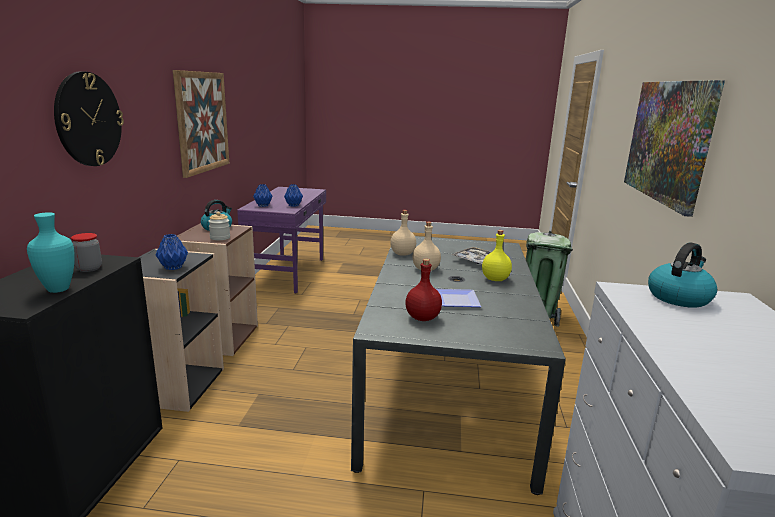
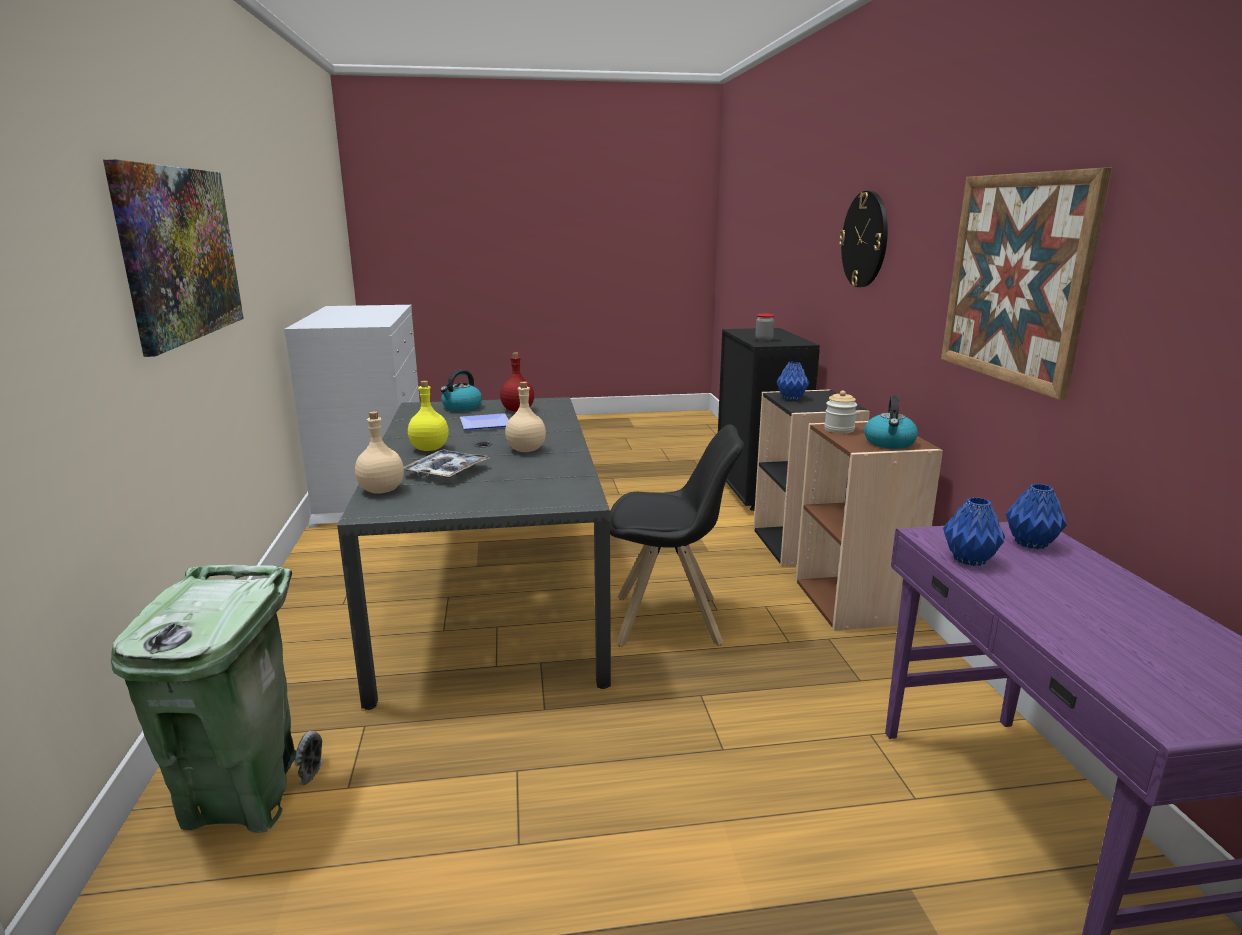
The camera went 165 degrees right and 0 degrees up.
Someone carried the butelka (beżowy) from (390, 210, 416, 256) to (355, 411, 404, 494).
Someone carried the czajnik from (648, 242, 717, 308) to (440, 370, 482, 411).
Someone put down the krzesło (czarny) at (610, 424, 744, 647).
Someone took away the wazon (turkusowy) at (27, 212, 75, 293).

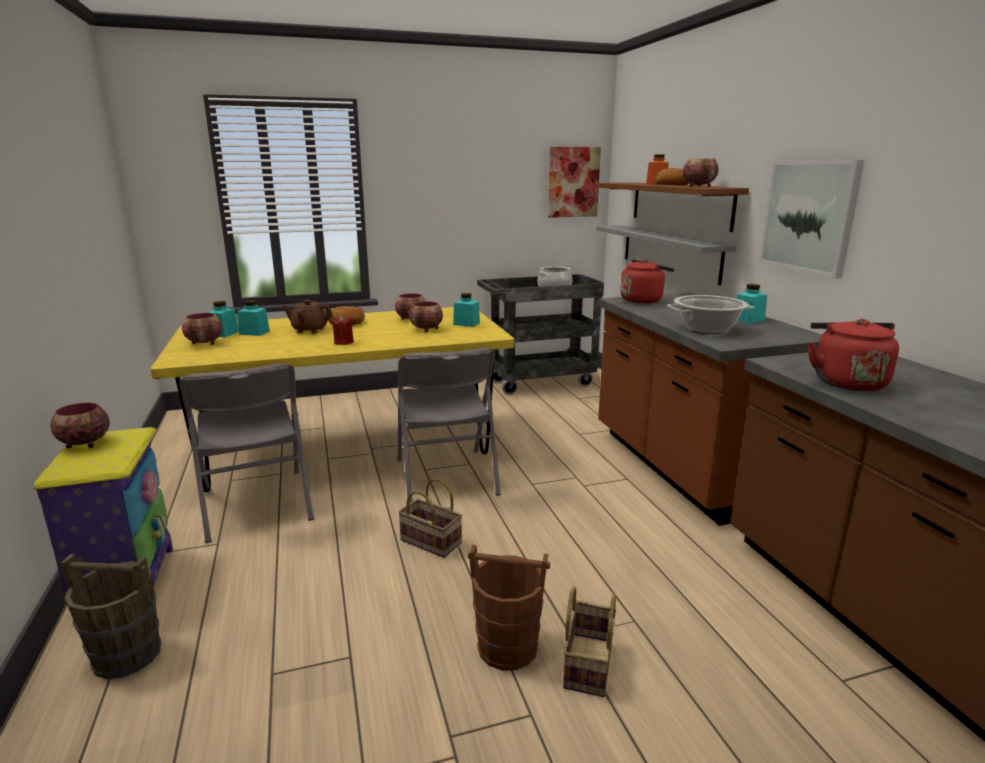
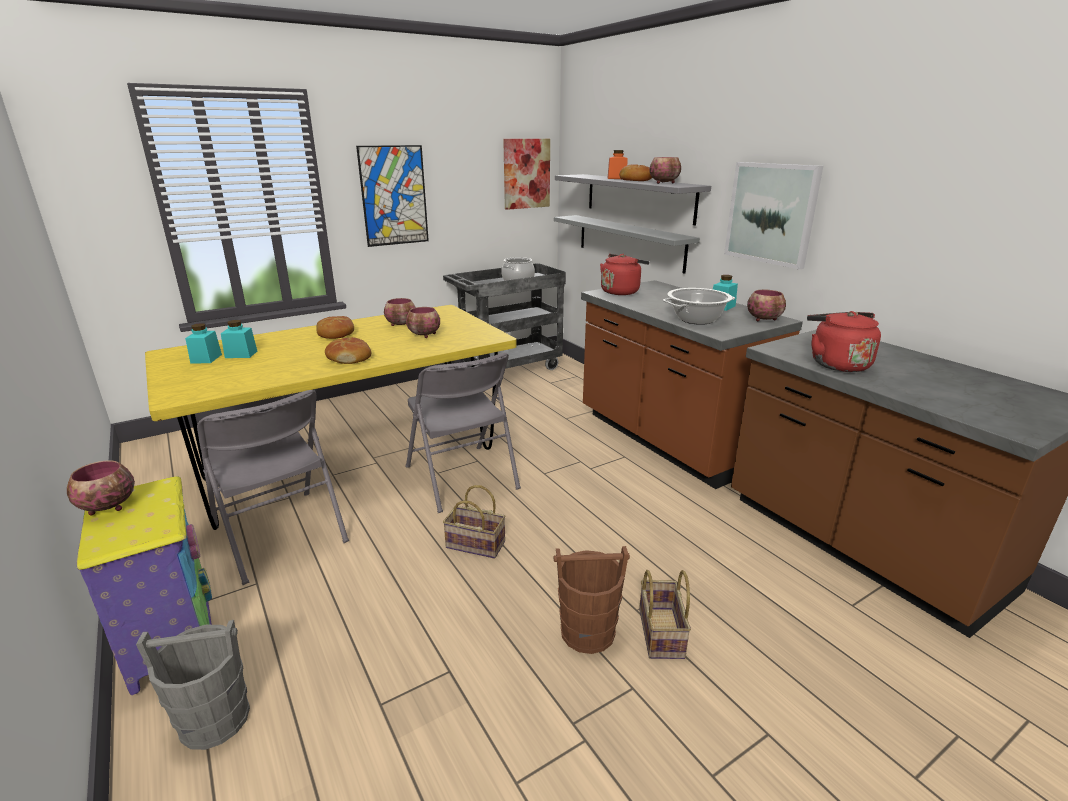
The camera went 15 degrees left and 5 degrees up.
Someone repainted the wiadro (brązowy) at (60, 554, 161, 679), which became the wiadro (szary) at (136, 620, 250, 750).
Someone swapped the świeca (czerwony) at (332, 315, 354, 345) for the chleb at (325, 337, 372, 364).
Someone put up the obraz at (356, 145, 429, 247).
Someone repainted the półka (brązowy) at (597, 182, 749, 232), which became the półka (szary) at (555, 174, 711, 225).
Someone carried the miska from (182, 313, 222, 345) to (747, 290, 786, 322).
Someone took away the imbryk (brązowy) at (282, 300, 333, 333).
Someone took away the słoik (turkusowy) at (453, 293, 480, 327).

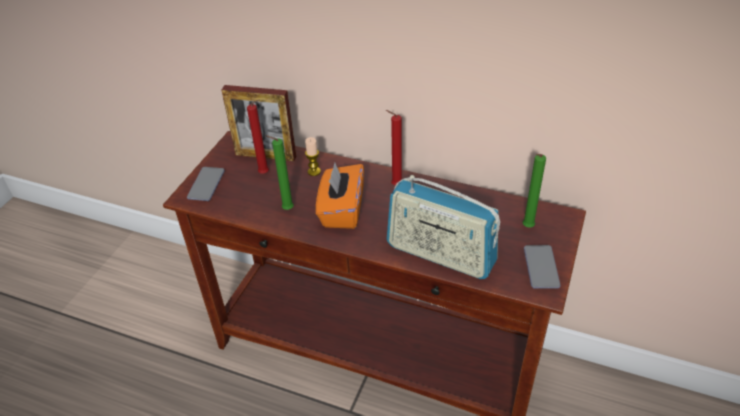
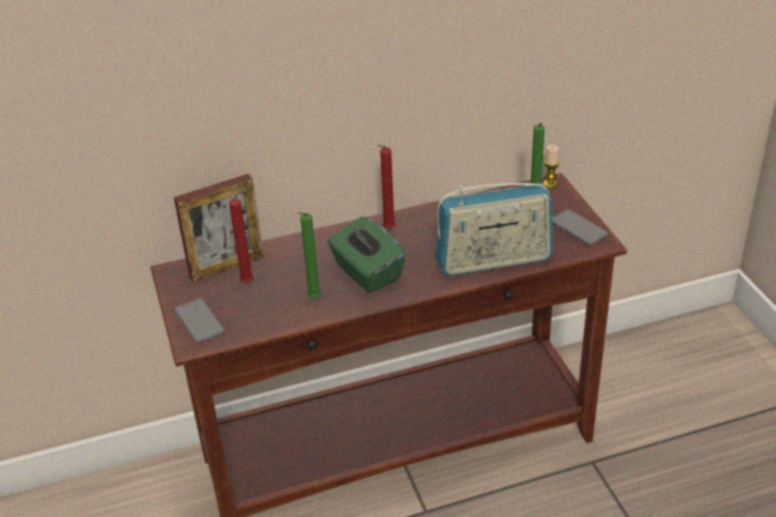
The camera went 40 degrees left and 5 degrees down.
Someone repainted the pudełko chusteczek (pomarańczowy) at (316, 163, 364, 229), which became the pudełko chusteczek (zielony) at (327, 216, 405, 293).
Someone carried the świeca from (305, 137, 321, 176) to (543, 144, 559, 188).

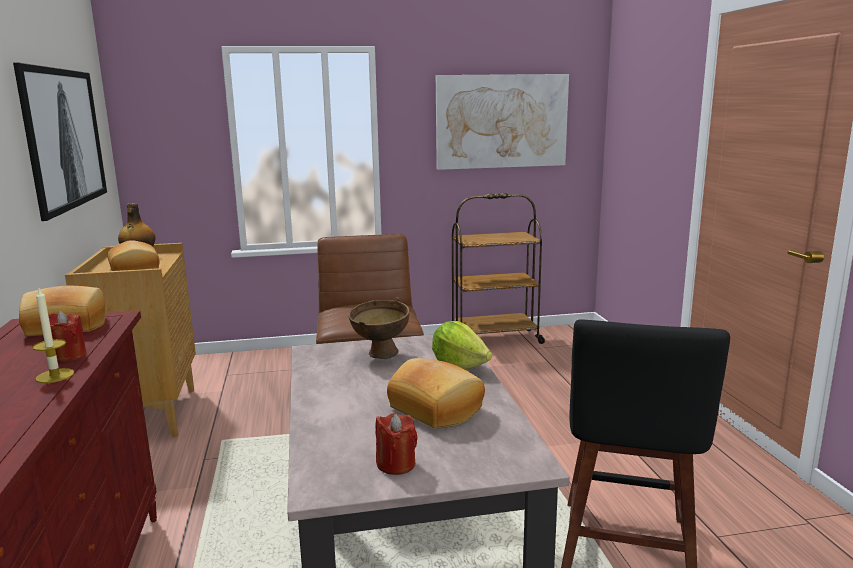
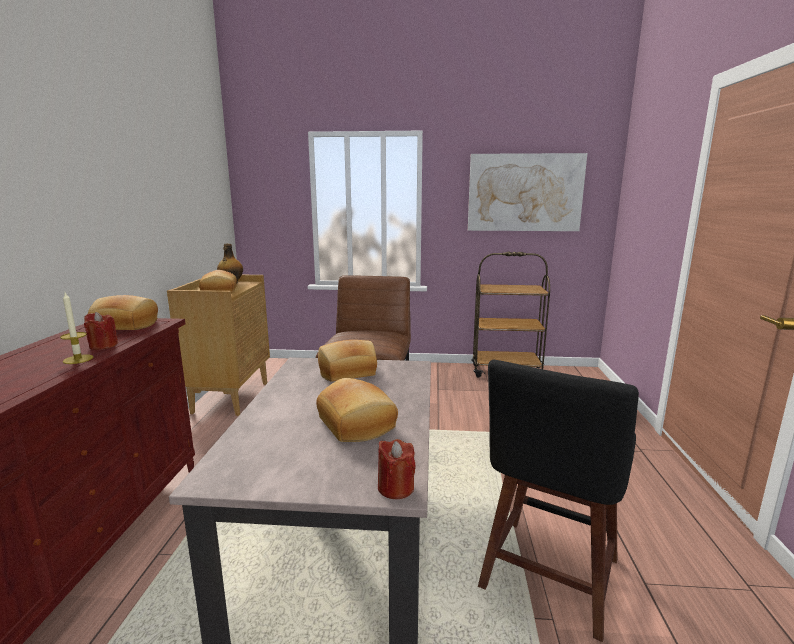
The camera went 15 degrees right and 0 degrees up.
Someone swapped the miska (brązowy) at (348, 297, 409, 359) for the chleb at (318, 340, 377, 382).
Someone carried the świeca (czerwony) from (375, 413, 418, 475) to (378, 439, 416, 499).
Someone took away the obraz at (13, 63, 107, 221).
Someone took away the sałata at (432, 321, 492, 370).

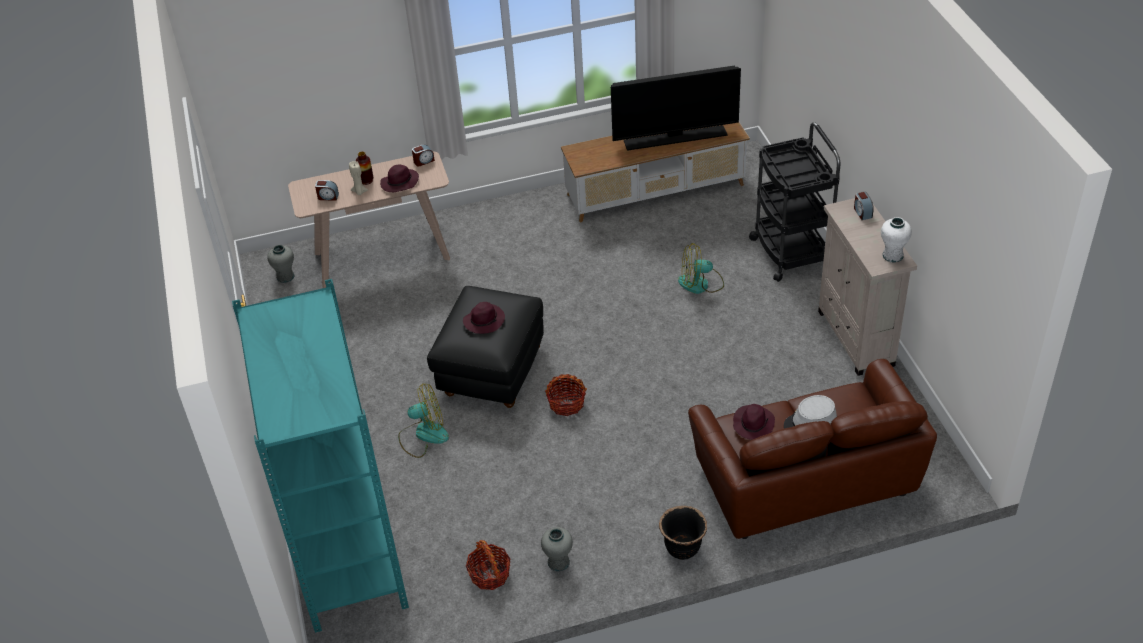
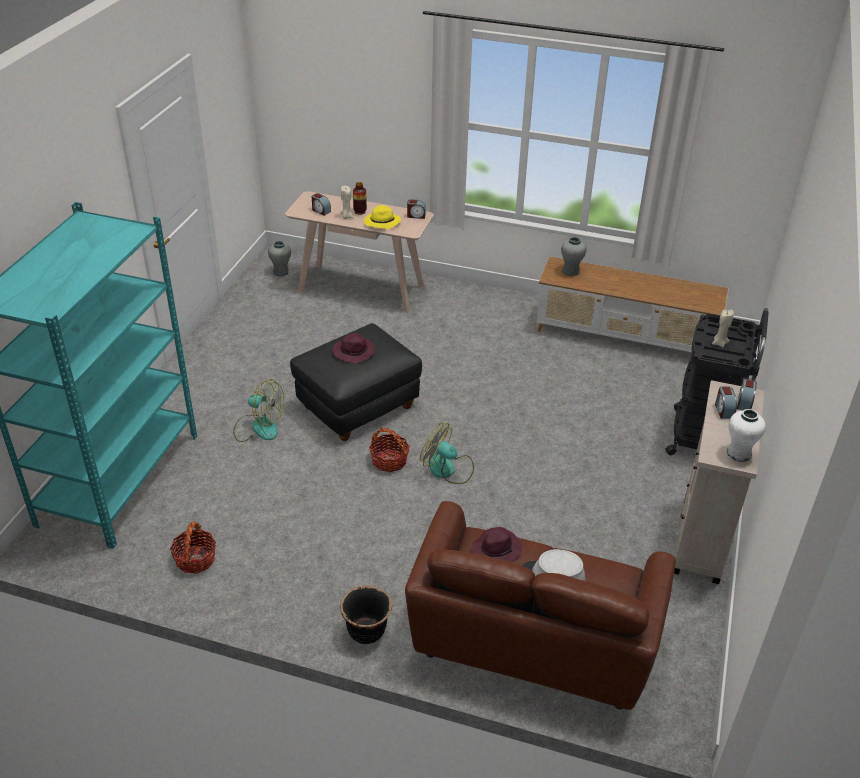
The camera went 30 degrees right and 5 degrees down.
Someone repainted the kapelusz (fioletowy) at (380, 165, 419, 192), which became the kapelusz (żółty) at (364, 205, 401, 229).
Someone carried the wentylator from (678, 243, 724, 294) to (420, 423, 474, 484).
Someone carried the wazon (szary) from (541, 527, 573, 571) to (561, 237, 587, 276).
Someone put down the świeca (beżowy) at (712, 310, 734, 348).
Someone put down the budzik at (715, 387, 737, 419).
Someone took away the telewizor at (611, 65, 741, 151).

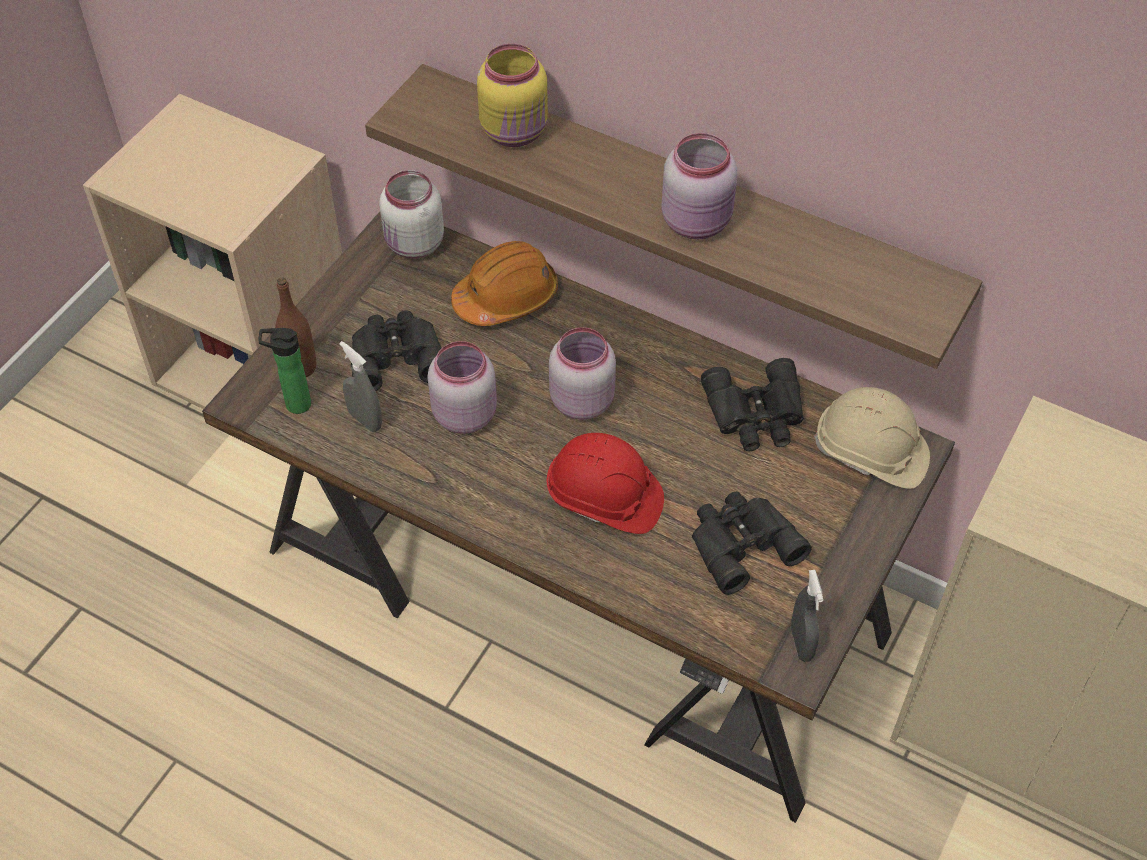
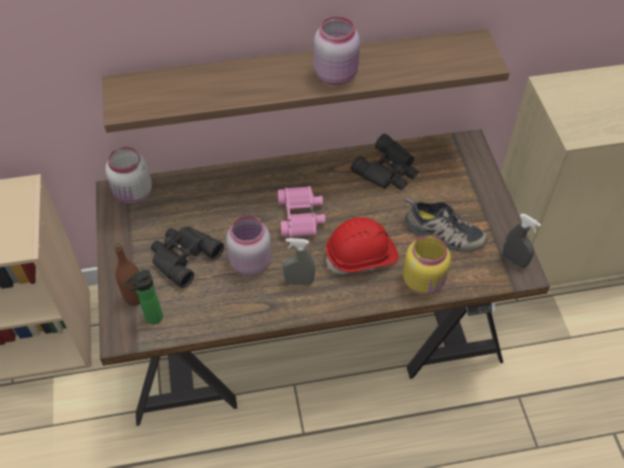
The camera went 40 degrees left and 0 degrees up.
Someone swapped the słoik (różowy) at (549, 327, 616, 420) for the lornetka (różowy) at (278, 186, 325, 238).
Someone carried the spryskiwacz (szary) from (339, 341, 382, 432) to (283, 238, 315, 285).
Someone carried the słoik (żółty) from (477, 44, 548, 147) to (403, 235, 451, 295).
Someone swapped the lornetka (czarny) at (692, 491, 812, 595) for the but at (405, 198, 488, 253).
Someone took away the kask (pomarańczowy) at (451, 241, 558, 326).
Someone took away the kask (beżowy) at (813, 387, 930, 489).

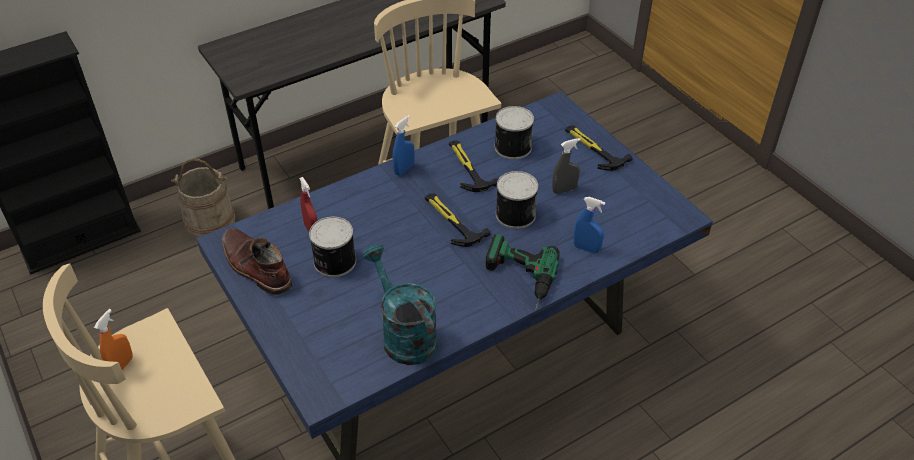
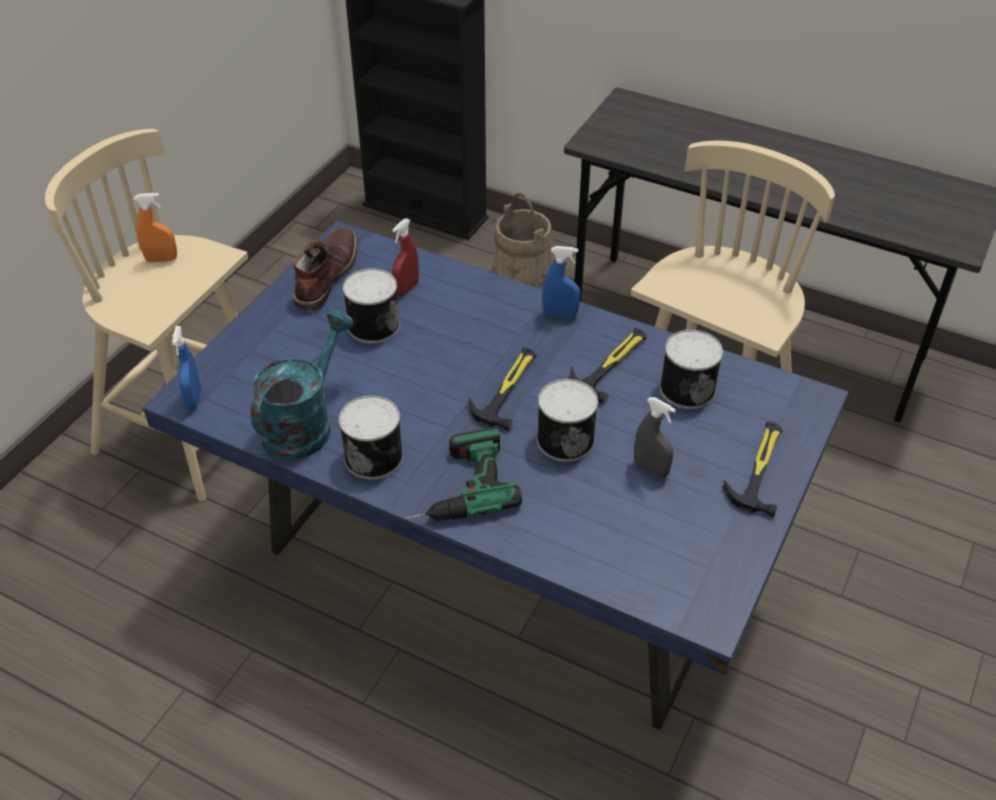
The camera went 60 degrees right and 0 degrees up.
Someone carried the spryskiwacz (niebieski) from (574, 197, 605, 253) to (172, 326, 201, 410).
Someone put down the puszka at (339, 395, 403, 480).

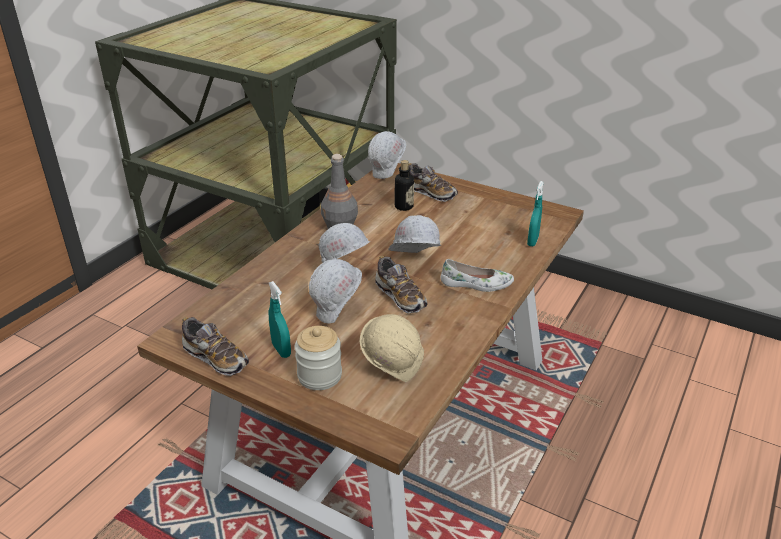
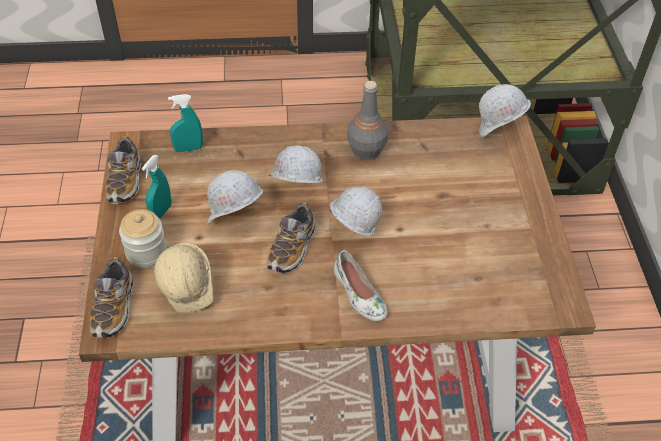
The camera went 55 degrees right and 15 degrees up.
Someone carried the but from (409, 163, 458, 202) to (90, 256, 134, 338).
Someone carried the spryskiwacz (turkusowy) from (527, 181, 544, 246) to (168, 94, 203, 153).
Someone took away the butelka at (395, 160, 414, 211).

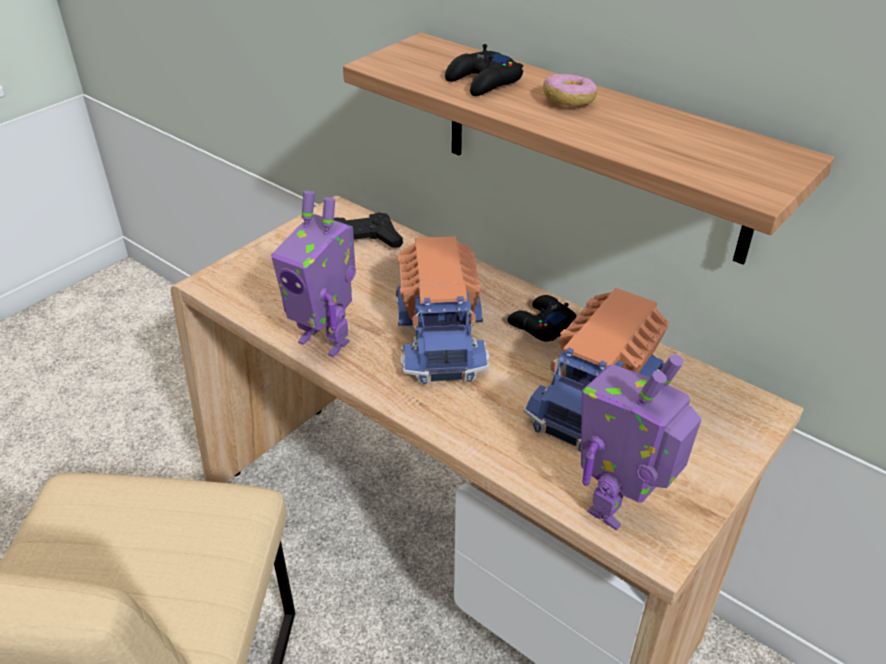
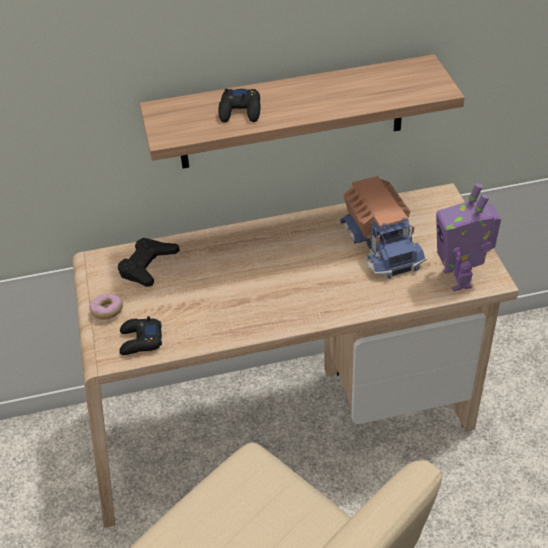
The camera went 50 degrees left and 5 degrees up.
Someone carried the donut from (543, 74, 598, 106) to (89, 293, 123, 320).
Someone carried the pad do gier (czarny) from (507, 295, 577, 341) to (119, 316, 162, 355).
Someone took away the robot zabawkowy at (271, 191, 356, 357).
Someone took away the ciężarówka zabawkowa at (396, 236, 489, 384).

